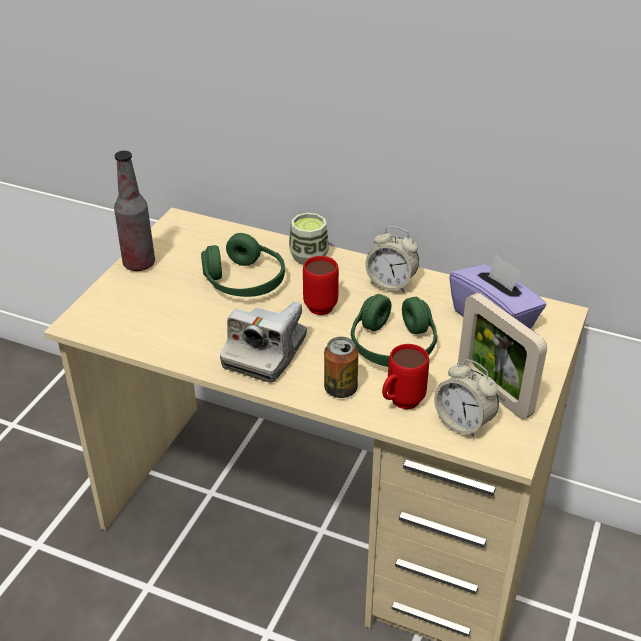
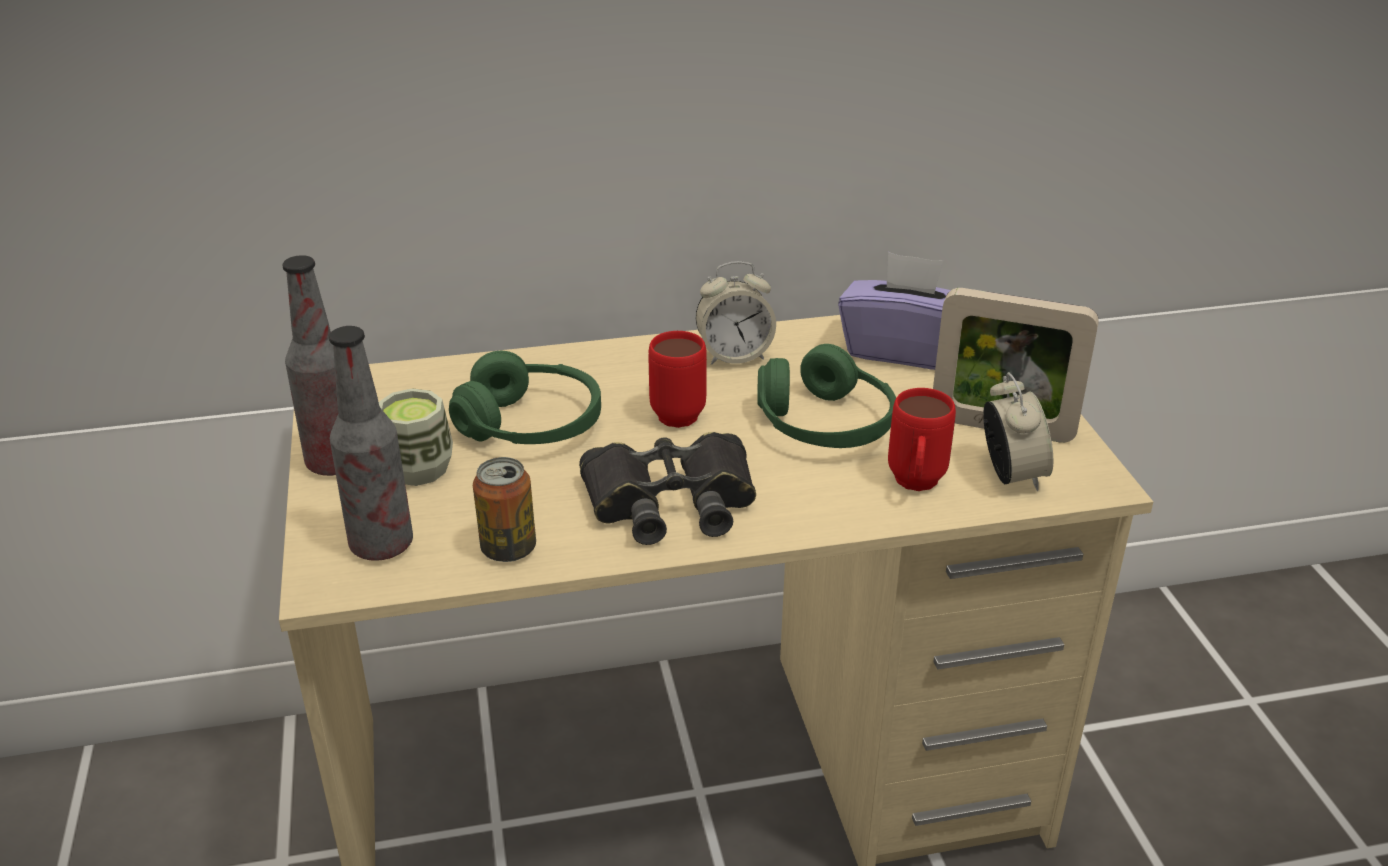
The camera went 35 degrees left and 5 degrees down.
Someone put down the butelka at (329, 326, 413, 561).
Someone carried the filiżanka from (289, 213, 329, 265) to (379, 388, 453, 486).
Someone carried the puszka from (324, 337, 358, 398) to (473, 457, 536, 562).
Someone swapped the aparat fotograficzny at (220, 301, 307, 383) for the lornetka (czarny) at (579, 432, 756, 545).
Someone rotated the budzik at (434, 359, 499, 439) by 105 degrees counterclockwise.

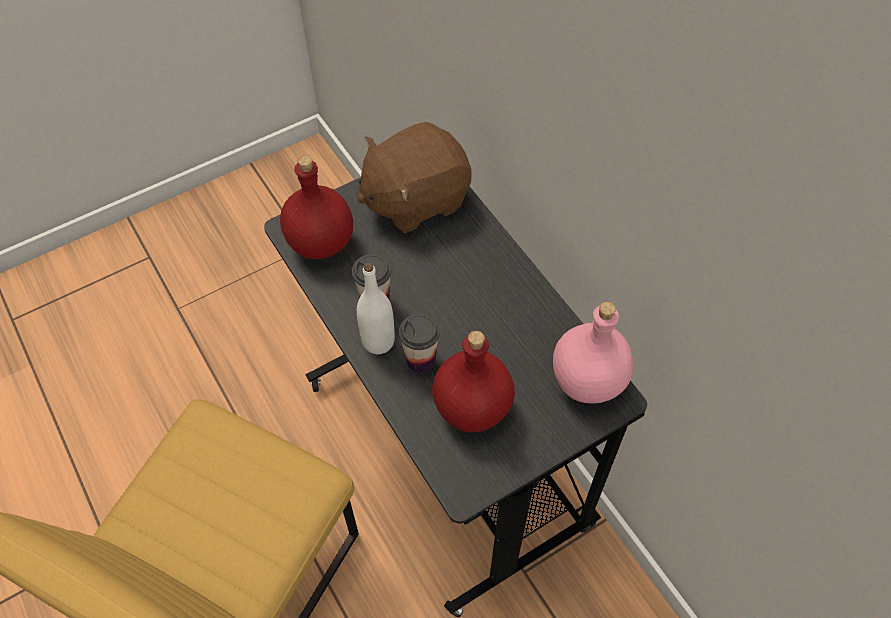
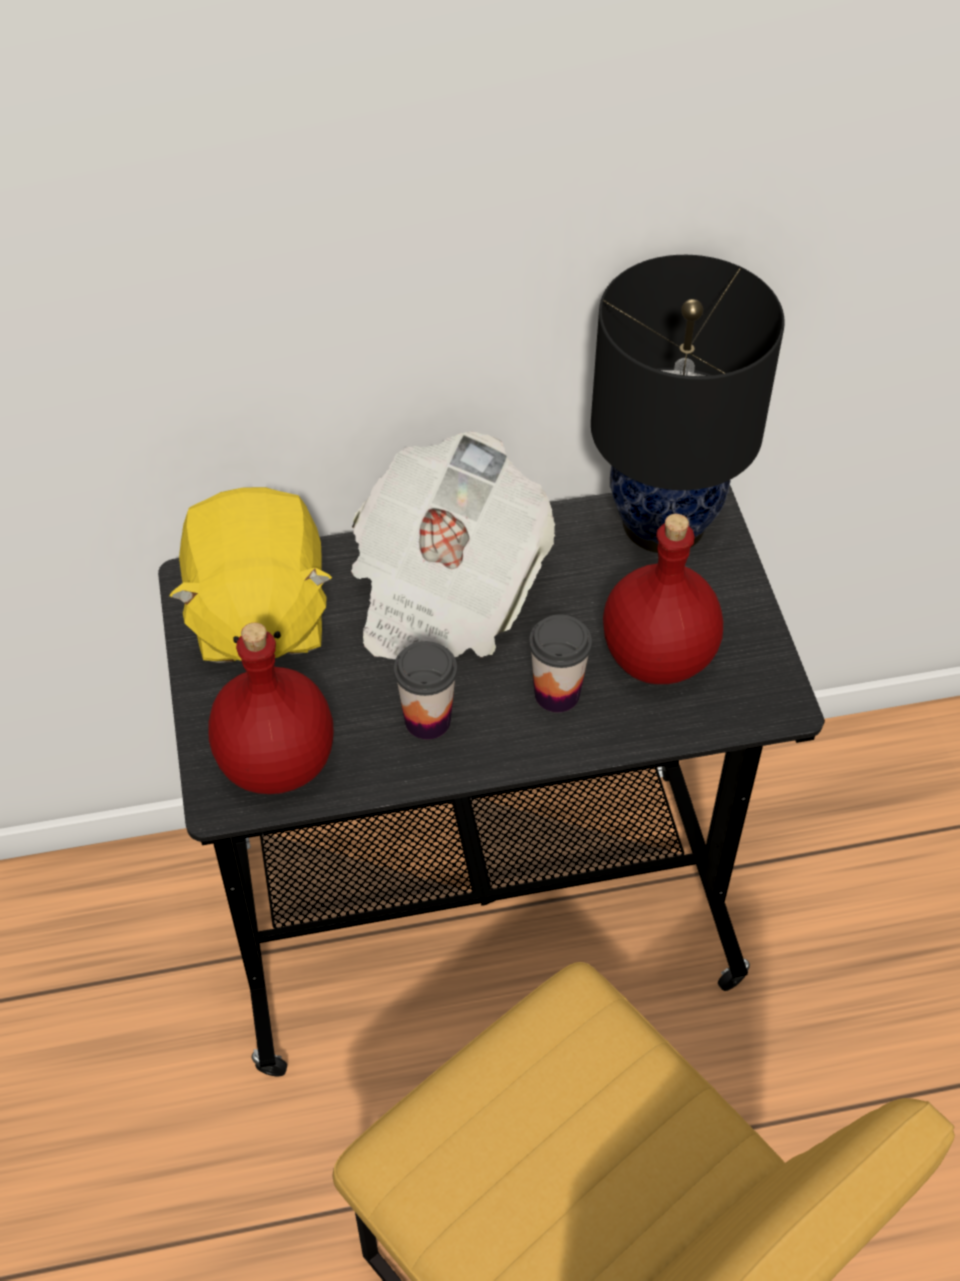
The camera went 70 degrees left and 5 degrees down.
Someone repainted the pluszak (brązowy) at (357, 122, 472, 233), which became the pluszak (żółty) at (170, 487, 332, 663).
Someone put down the gazeta at (351, 432, 555, 659).
Someone swapped the butelka (różowy) at (553, 301, 633, 403) for the lampa stołowa (czarny) at (591, 255, 785, 553).
Someone took away the butelka (biały) at (357, 263, 395, 354).

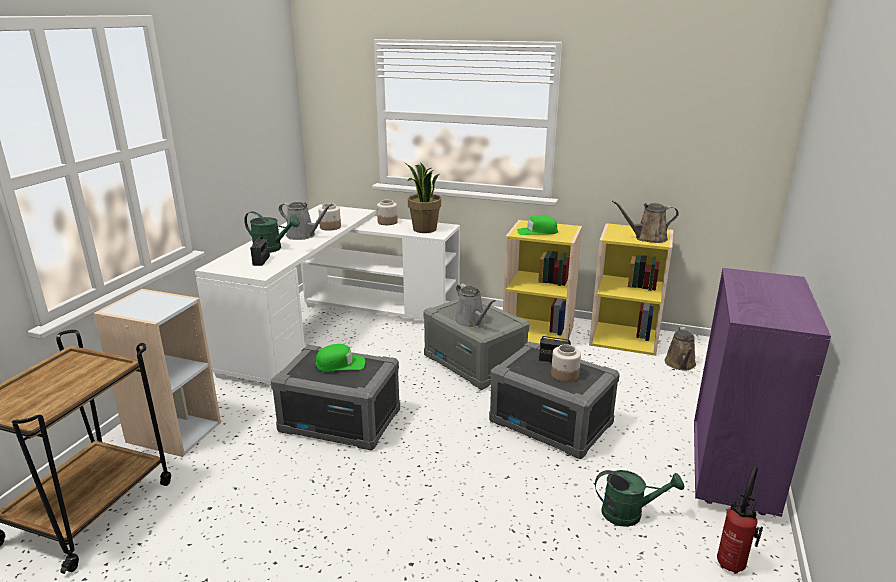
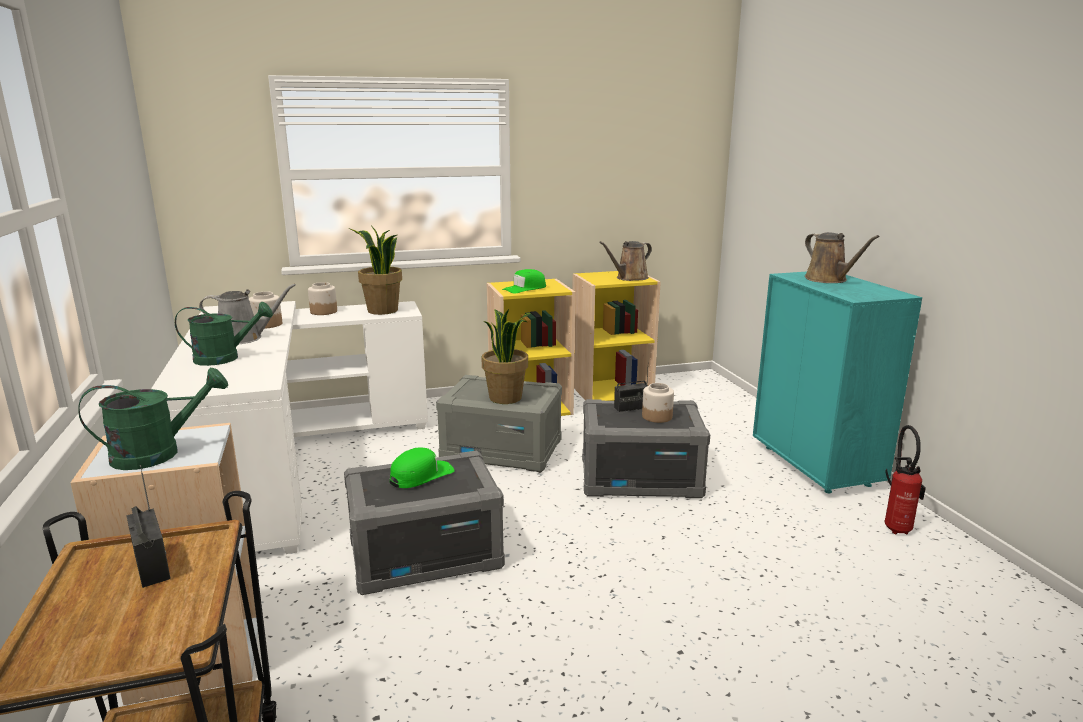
The camera went 35 degrees left and 5 degrees down.
Someone carried the konewka (zielony) from (595, 470, 684, 527) to (78, 368, 228, 470).
Someone carried the radio from (250, 219, 270, 266) to (127, 465, 171, 588).
Someone swapped the konewka (szary) at (454, 283, 495, 328) for the roślina doniczkowa at (481, 309, 531, 404).
Someone repainted the szafka (fioletowy) at (694, 268, 831, 517), which became the szafka (turkusowy) at (753, 272, 922, 493).
Someone carried the konewka (brązowy) from (664, 327, 696, 370) to (805, 232, 880, 283).

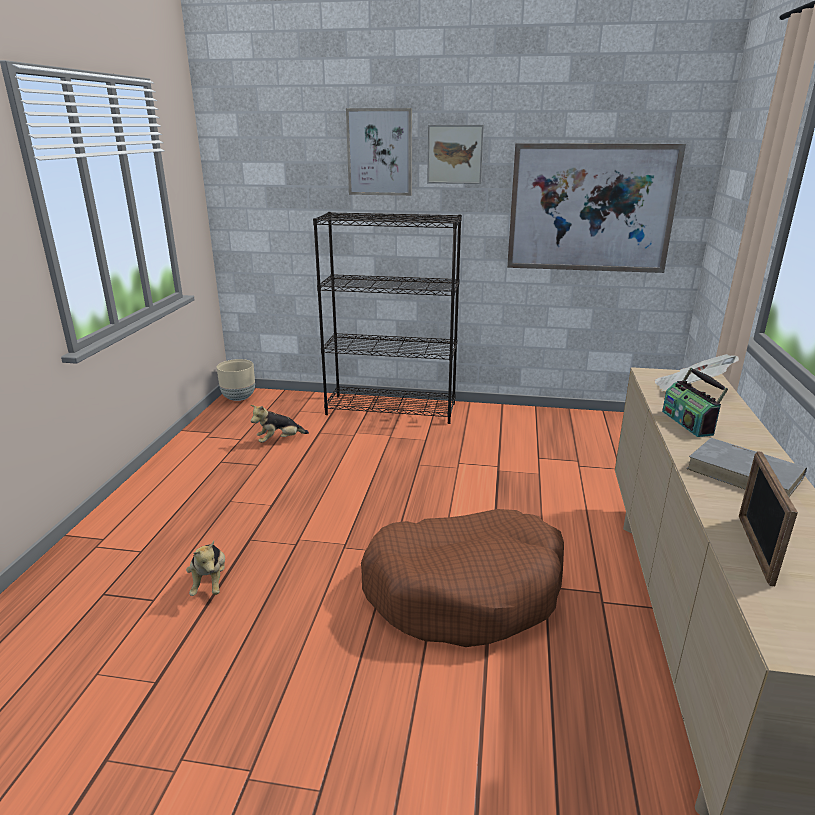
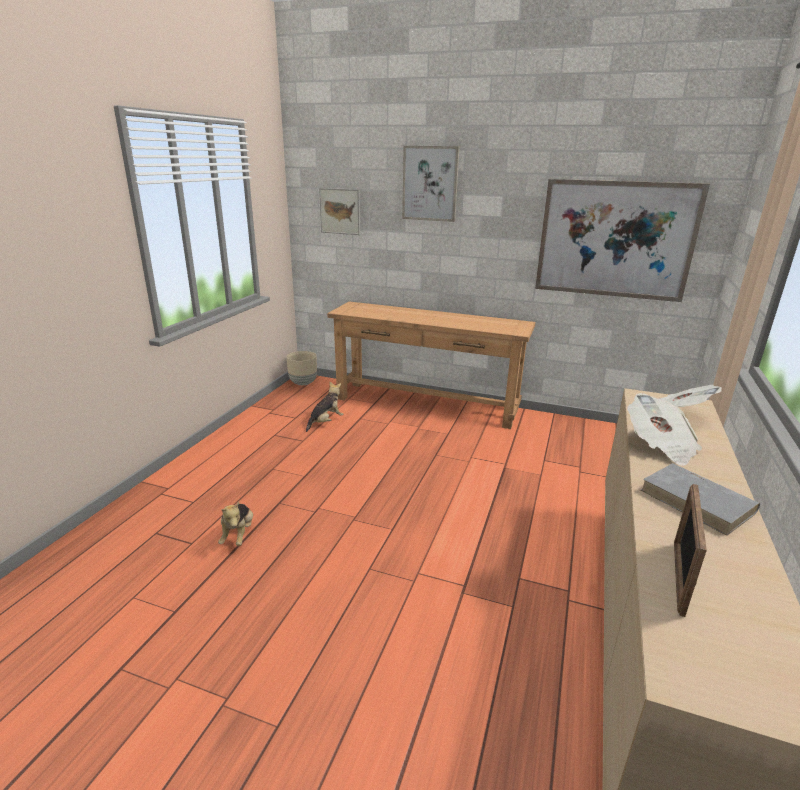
The camera went 10 degrees right and 0 degrees up.
Someone rotated the pluszak at (251, 405, 309, 443) by 150 degrees clockwise.
Someone carried the obraz from (427, 125, 484, 184) to (319, 188, 360, 235).
Someone swapped the regał (czarny) at (313, 212, 462, 424) for the stolik konsolowy (brązowy) at (327, 301, 536, 429).
Someone swapped the radio at (662, 368, 728, 437) for the gazeta at (627, 393, 702, 466).
Someone took away the legowisko (brązowy) at (361, 509, 564, 647).

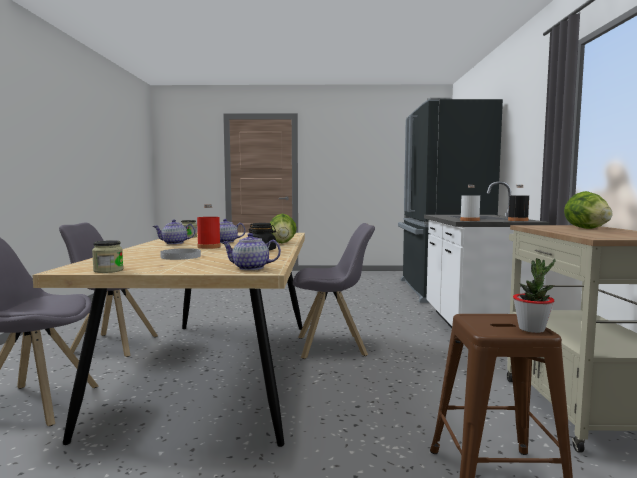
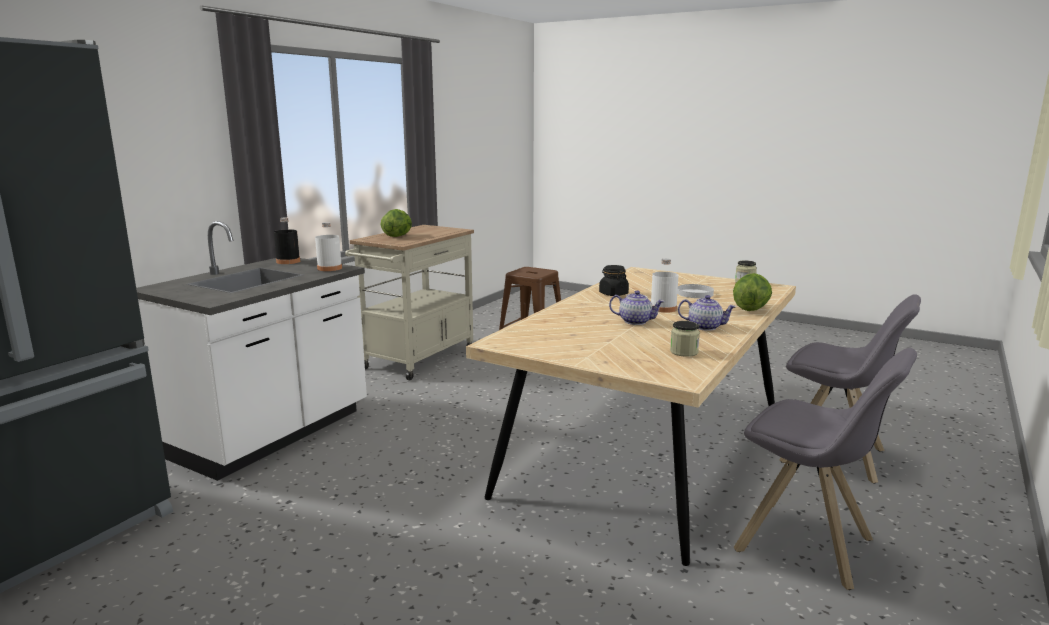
The camera went 150 degrees left and 10 degrees up.
Someone repainted the butelka (czerwony) at (197, 204, 221, 249), which became the butelka (biały) at (651, 259, 679, 313).
Someone carried the sałata from (270, 214, 297, 243) to (733, 273, 772, 311).
Someone took away the imbryk at (221, 233, 281, 270).
Someone took away the krzesło (szary) at (293, 223, 375, 359).
Someone took away the roślina doniczkowa at (513, 258, 555, 333).

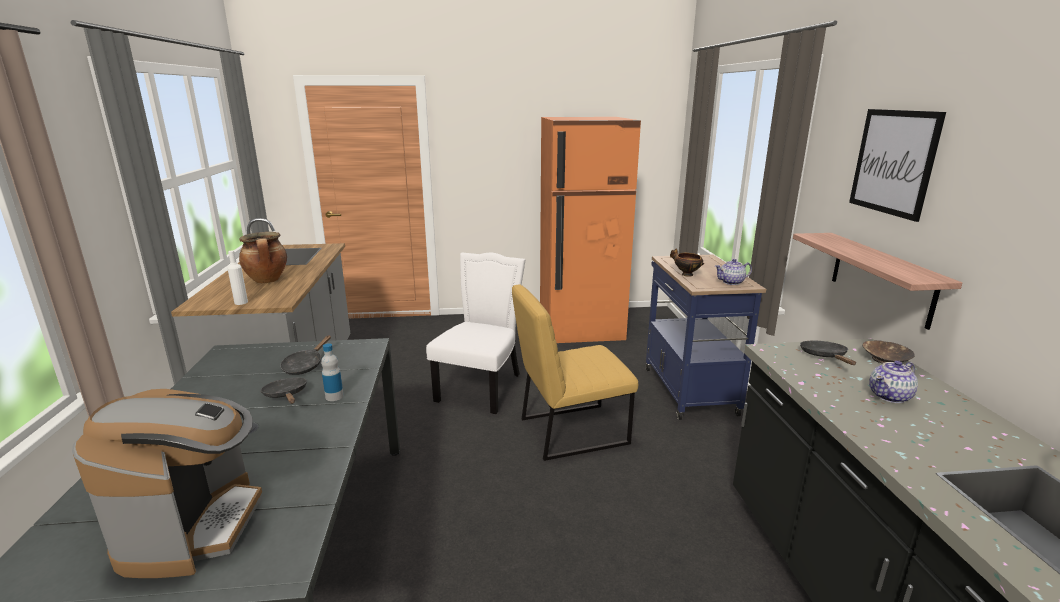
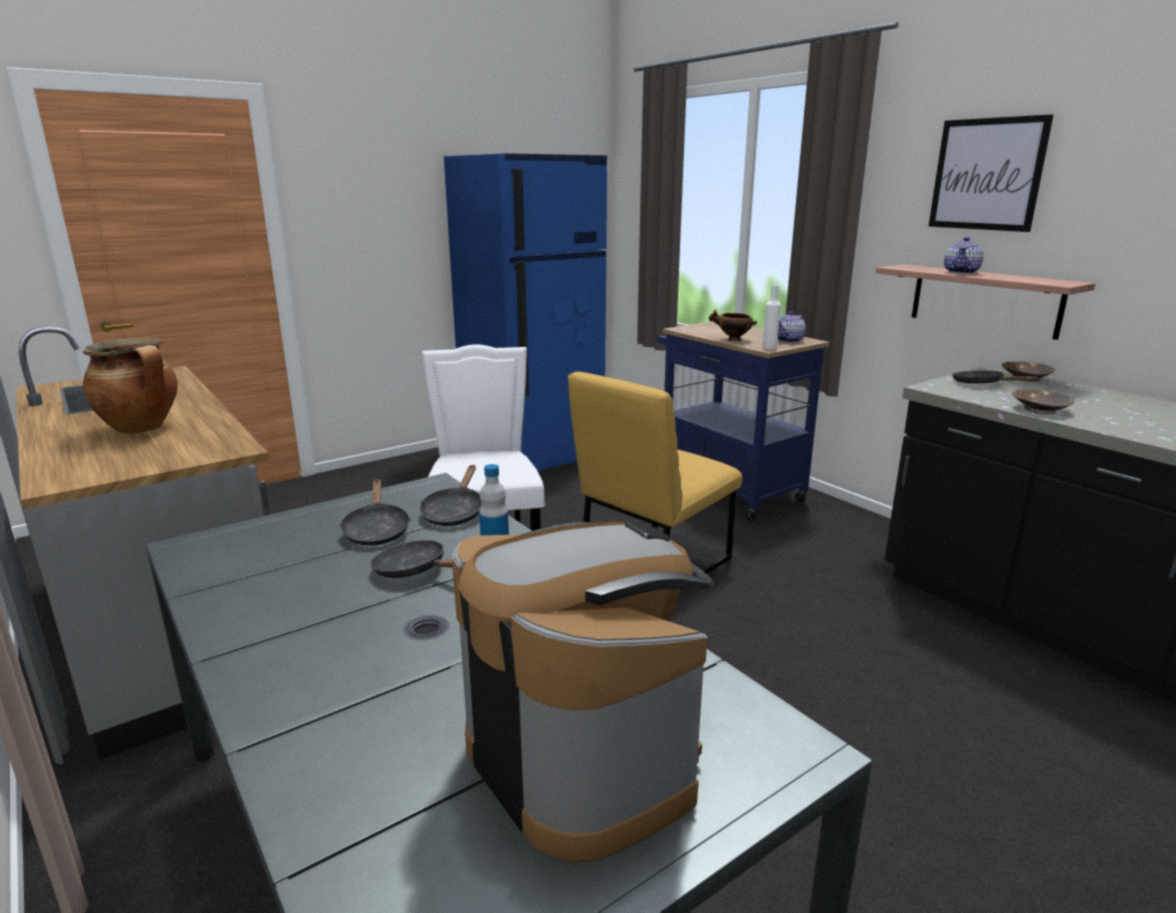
The camera went 30 degrees left and 0 degrees up.
Someone put down the patelnia (czarny) at (419, 465, 481, 526).
Someone repainted the lodówka (pomarańczowy) at (540, 117, 641, 343), which became the lodówka (niebieski) at (444, 153, 607, 471).
Someone carried the butelka (biały) from (228, 250, 248, 305) to (763, 285, 781, 349).
Someone carried the imbryk from (869, 360, 918, 403) to (944, 237, 983, 274).
Someone put down the miska (brązowy) at (1012, 389, 1074, 414).

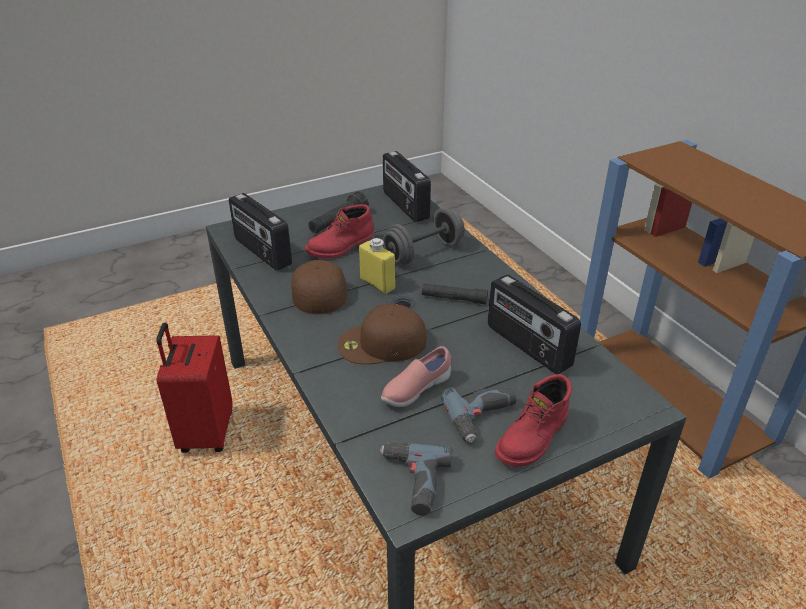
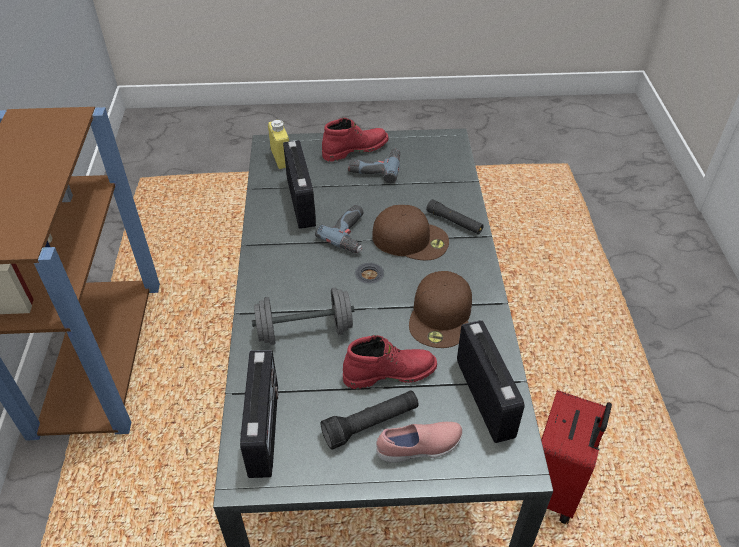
The camera went 155 degrees left and 10 degrees up.
Someone carried the butelka (żółty) from (359, 238, 395, 294) to (268, 120, 289, 169).
Someone carried the wiertarka from (380, 443, 453, 516) to (315, 205, 364, 253).
Someone carried the but (różowy) from (381, 346, 451, 407) to (376, 422, 463, 463).
Someone carried the latarka (czarny) from (422, 283, 488, 304) to (426, 199, 484, 234).

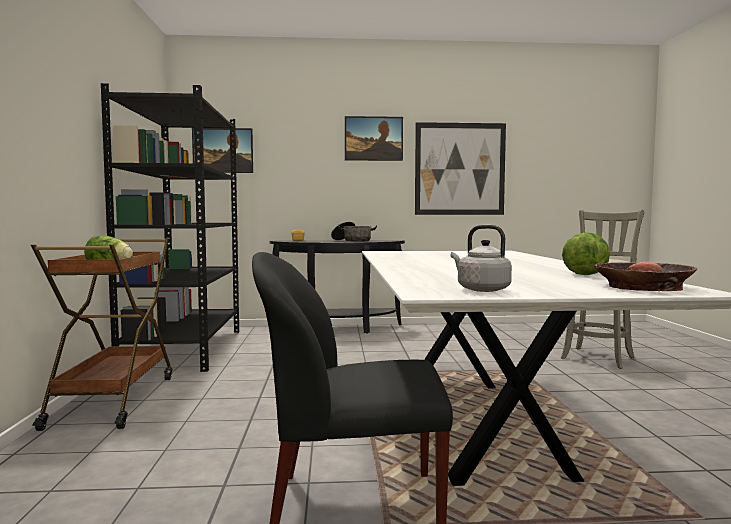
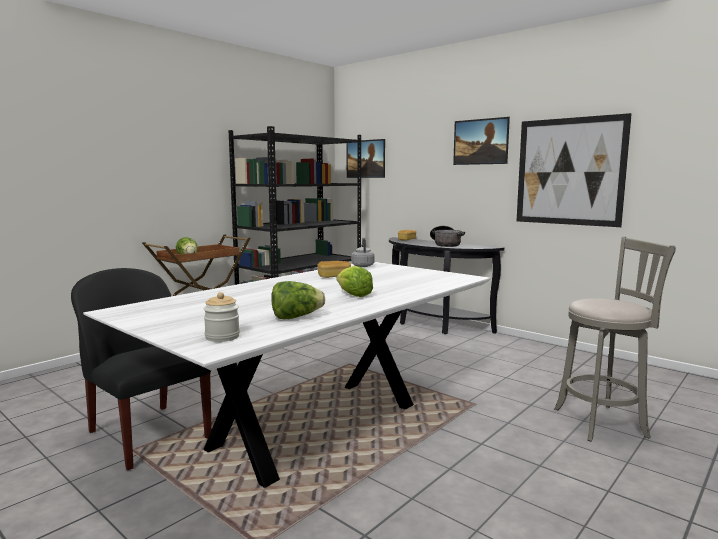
The camera went 45 degrees right and 5 degrees up.
Someone swapped the miska at (594, 262, 697, 291) for the słoik at (203, 292, 240, 342).
Someone put down the chleb at (317, 261, 351, 278).
Someone put down the sałata at (337, 266, 373, 297).
Someone carried the czajnik (szary) from (451, 225, 512, 292) to (351, 238, 374, 267).

